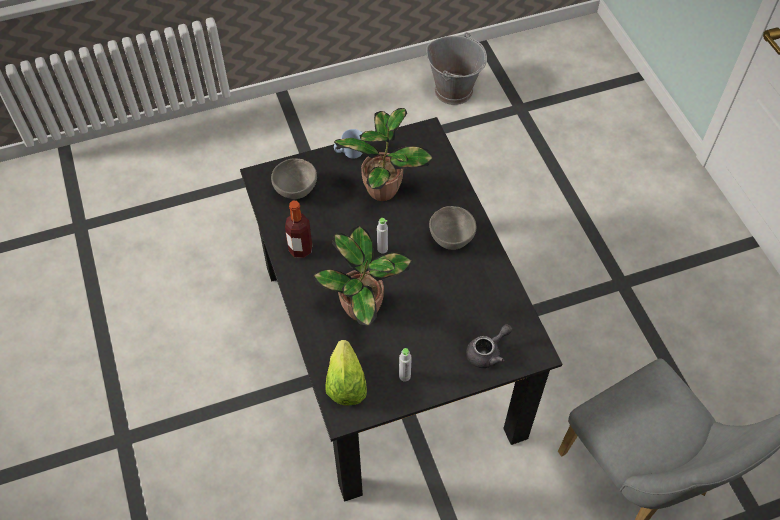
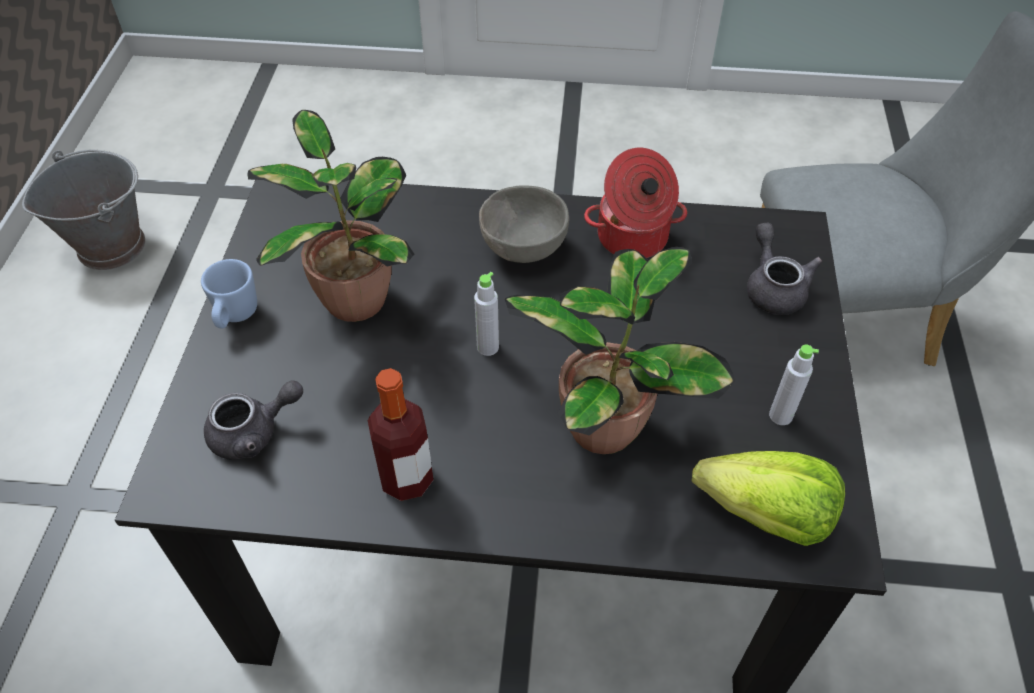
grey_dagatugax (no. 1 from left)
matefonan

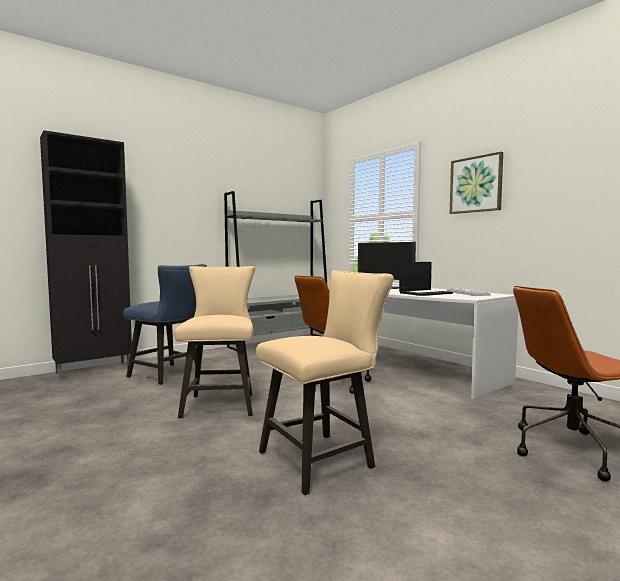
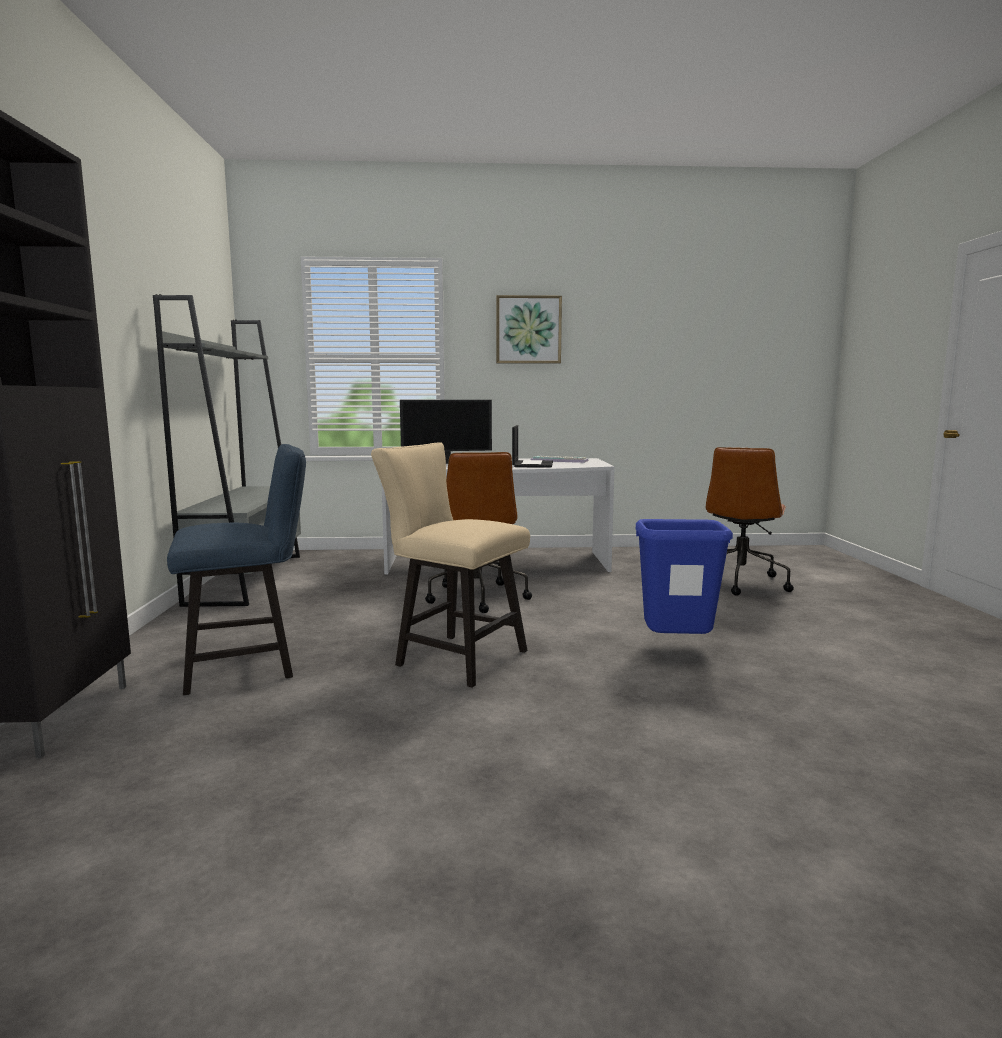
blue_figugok

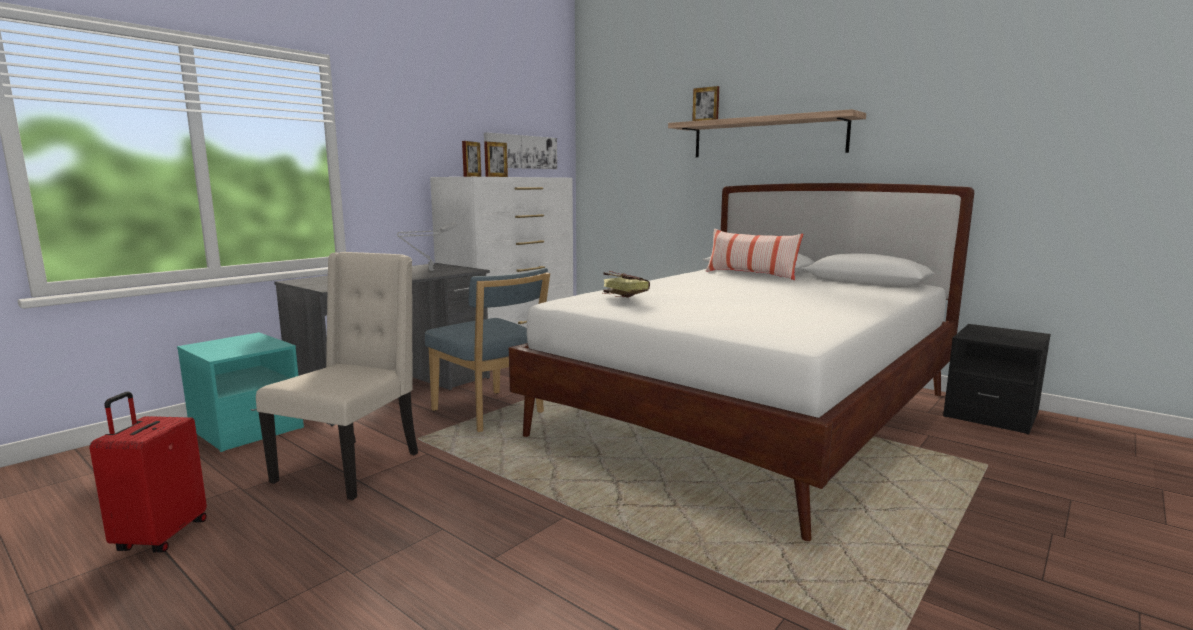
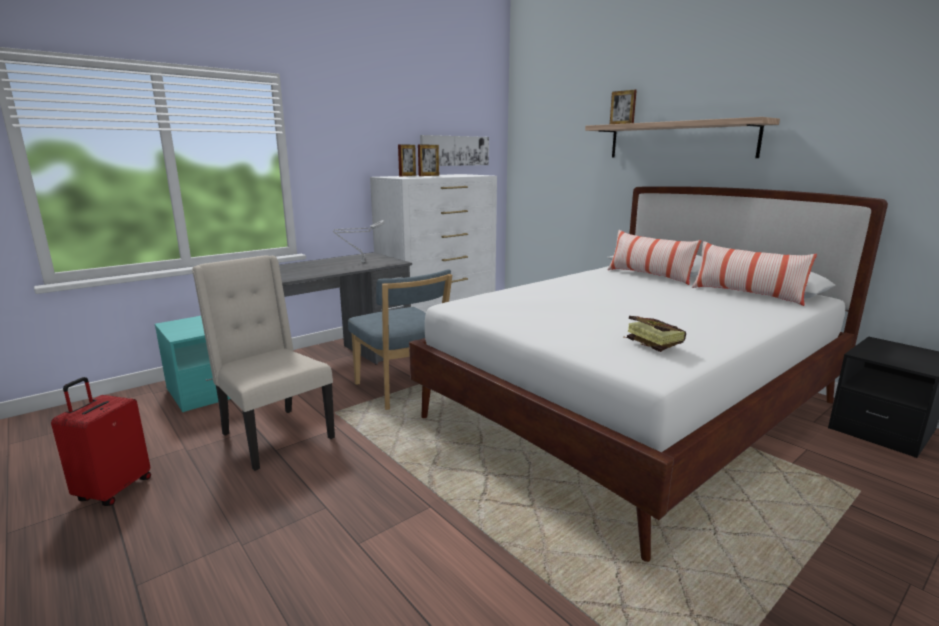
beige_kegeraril
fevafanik
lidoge (no. 2 from left)

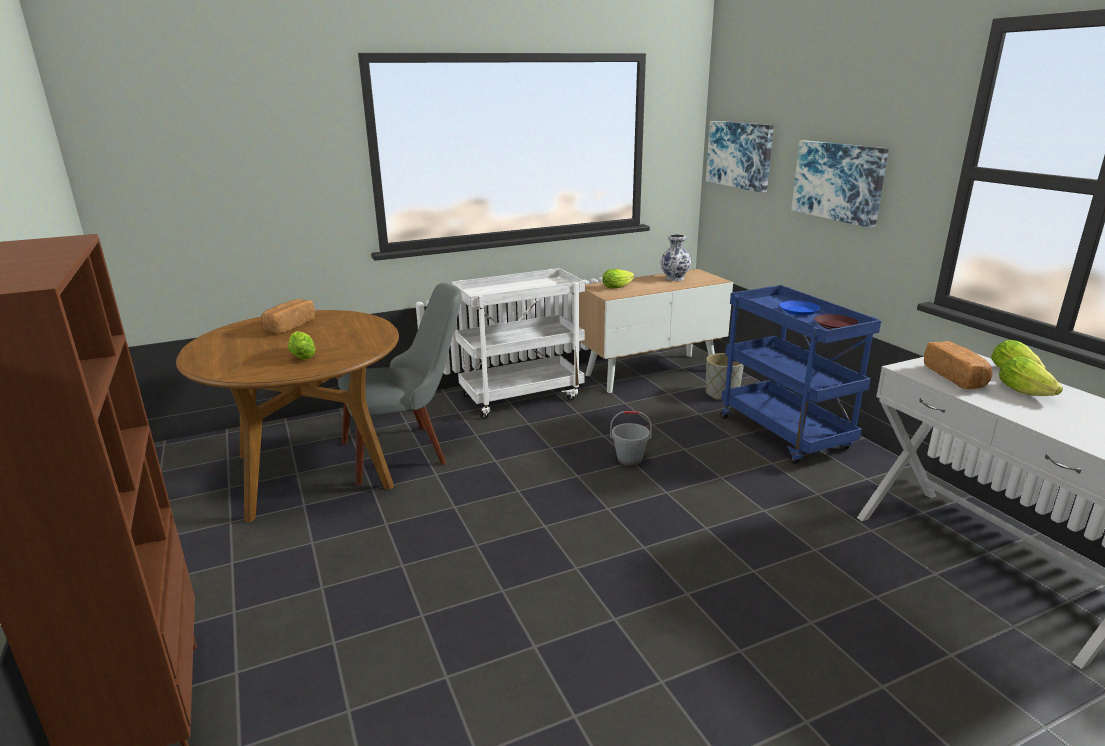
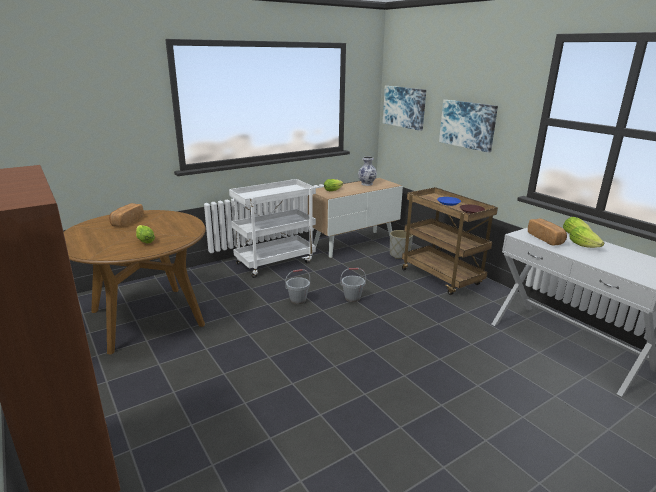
grey_kegeraril
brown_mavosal
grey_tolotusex (no. 1 from left)

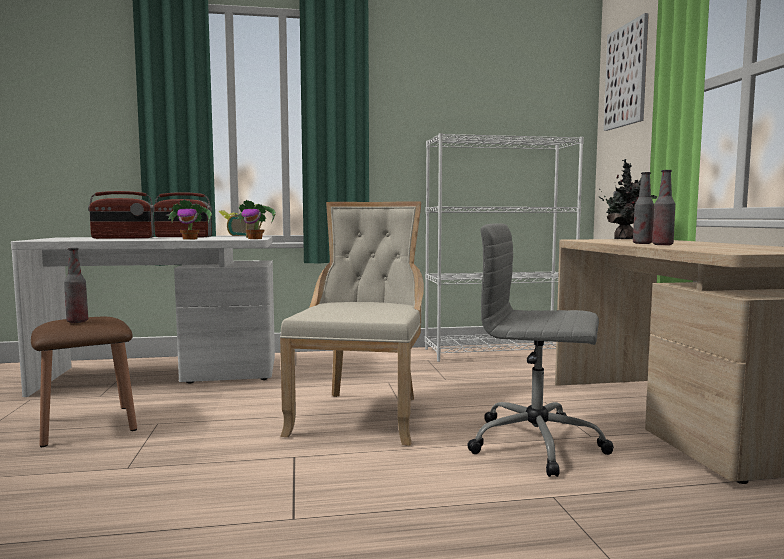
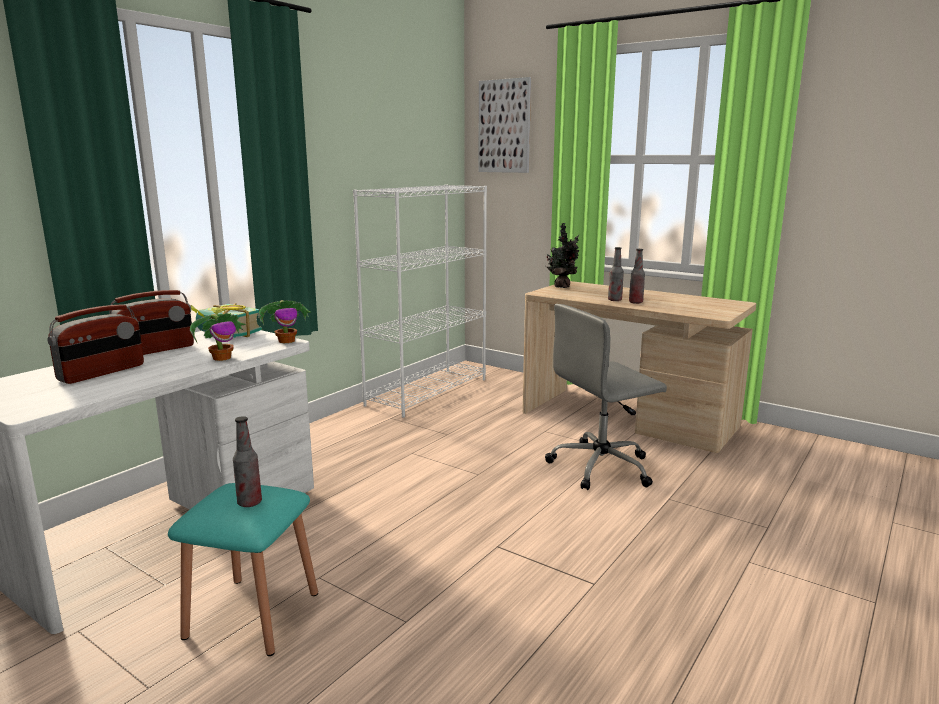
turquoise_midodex
beige_kegeraril

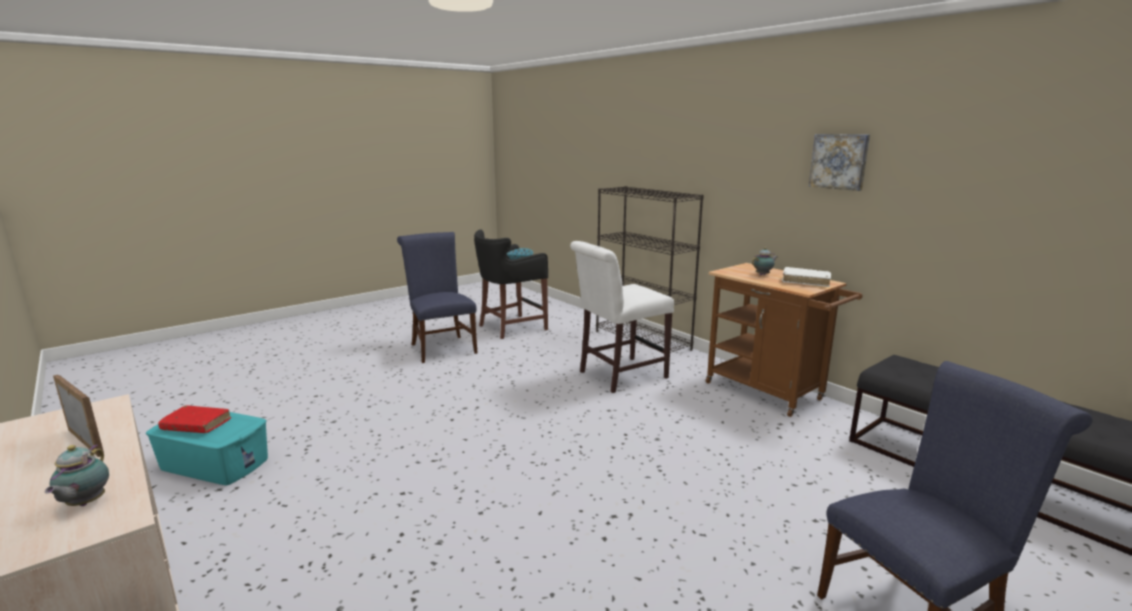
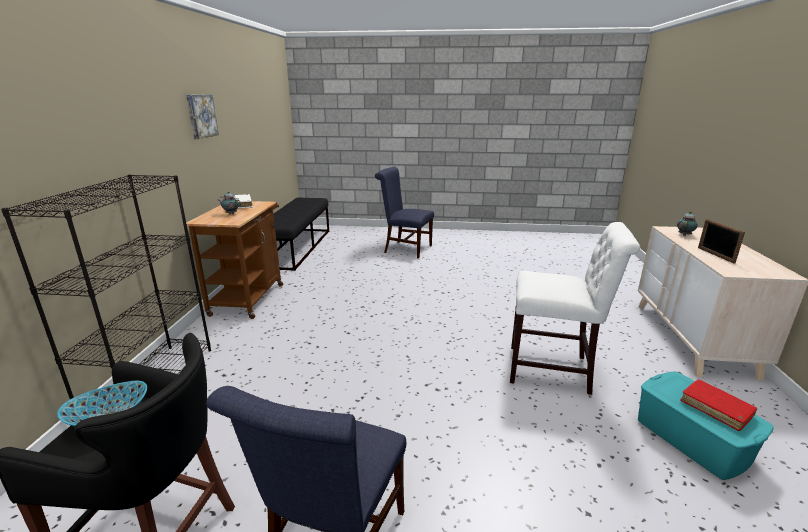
white_kegeraril

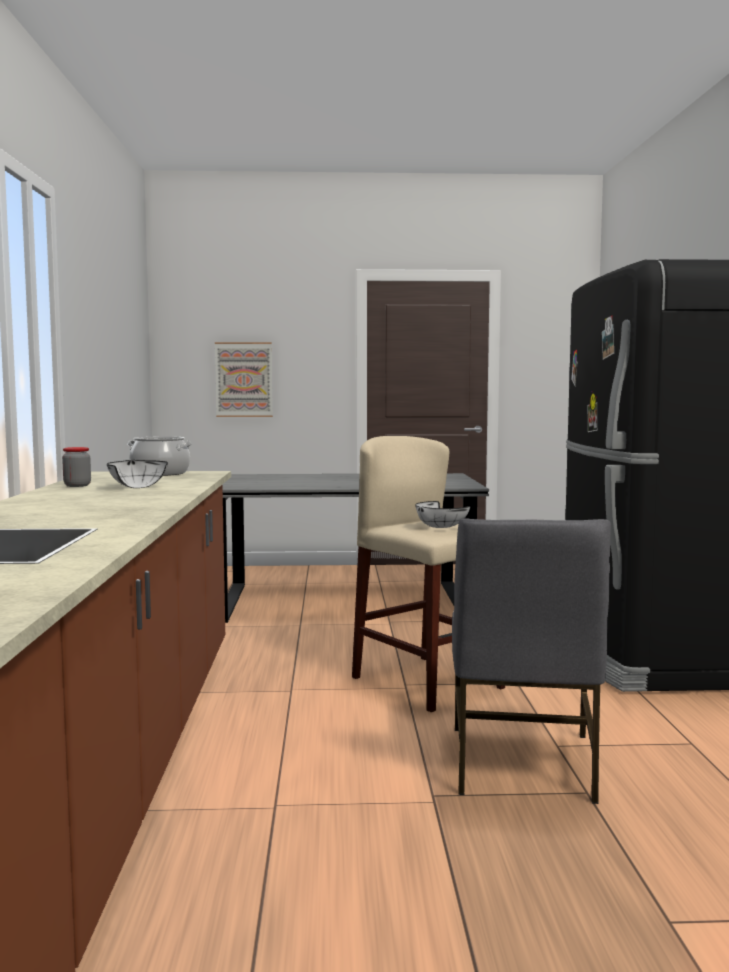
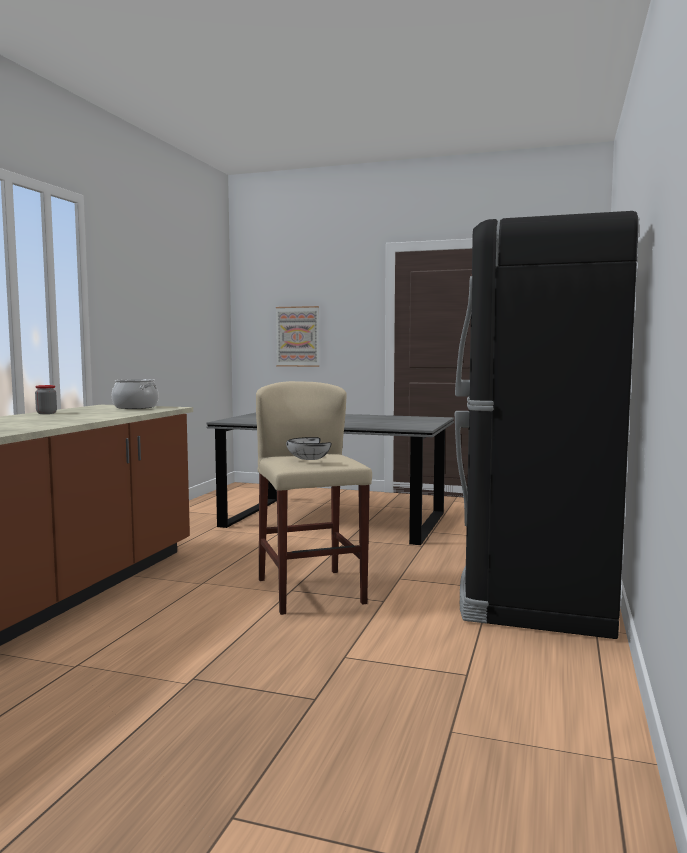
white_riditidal (no. 1 from left in the first image)
grey_kegeraril

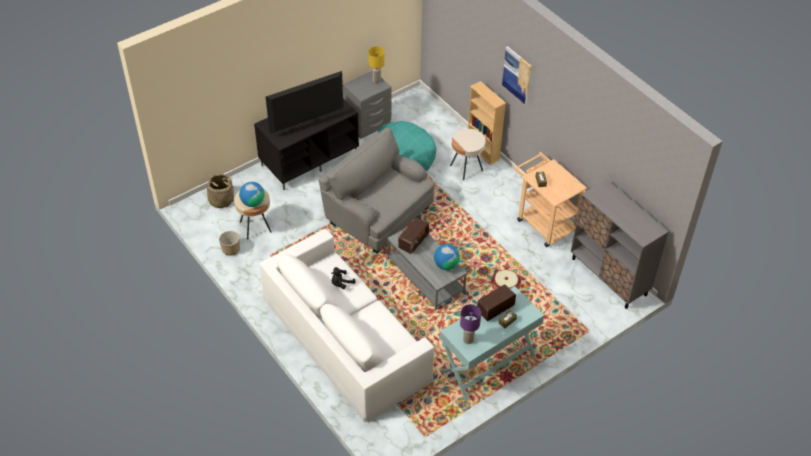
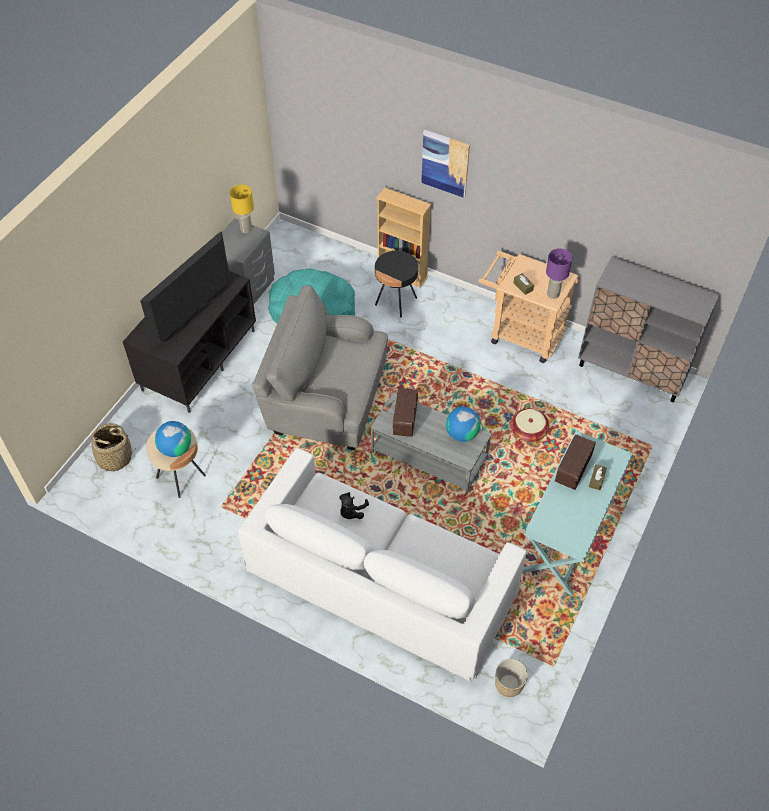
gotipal
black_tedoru
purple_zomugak

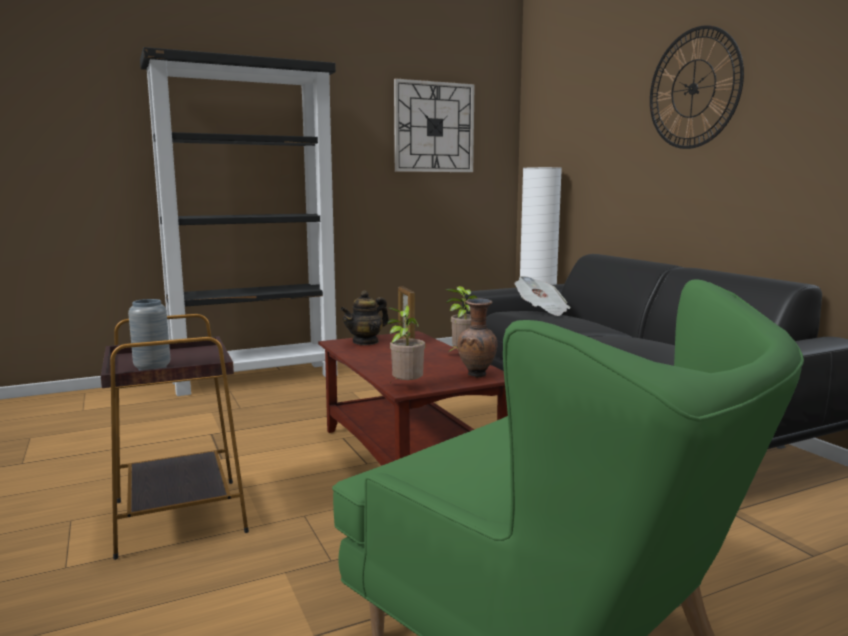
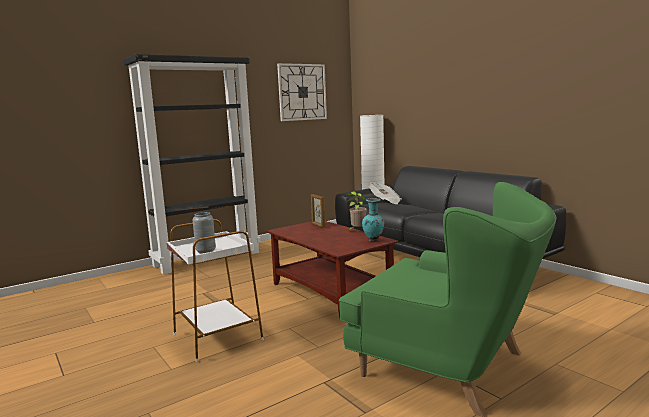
white_tedoru
dagatugax
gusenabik (no. 1 from left in the first image)
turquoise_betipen
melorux (no. 2 from left in the first image)

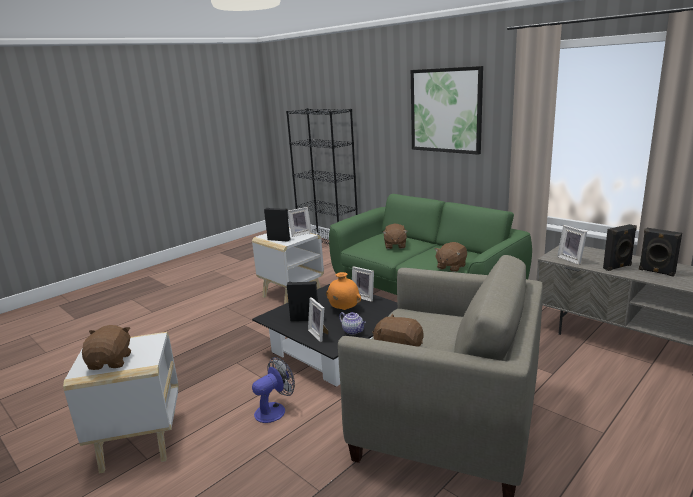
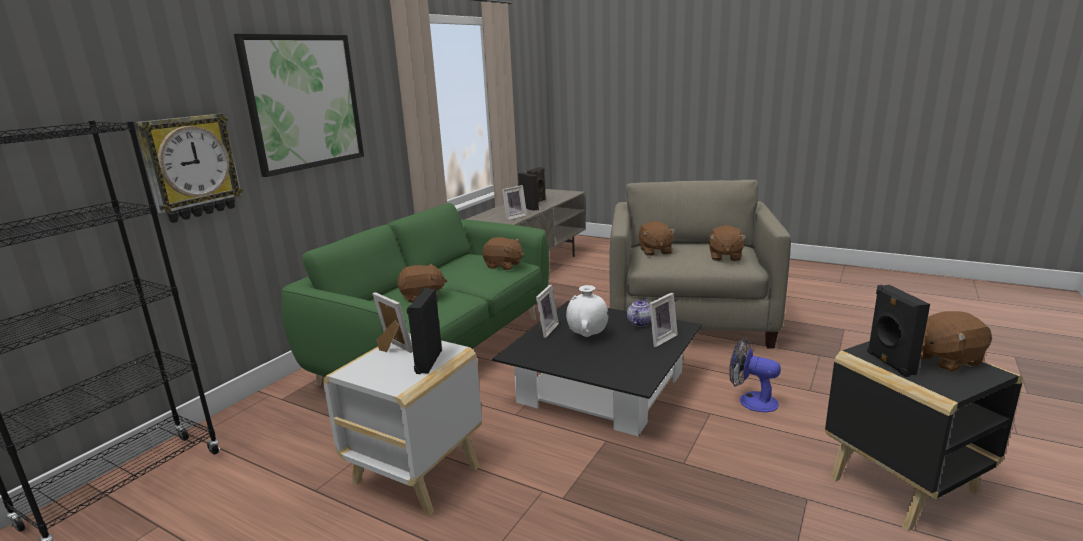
black_tedoru
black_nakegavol (no. 4 from left)
white_betipen
melorux
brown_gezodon (no. 3 from left)

